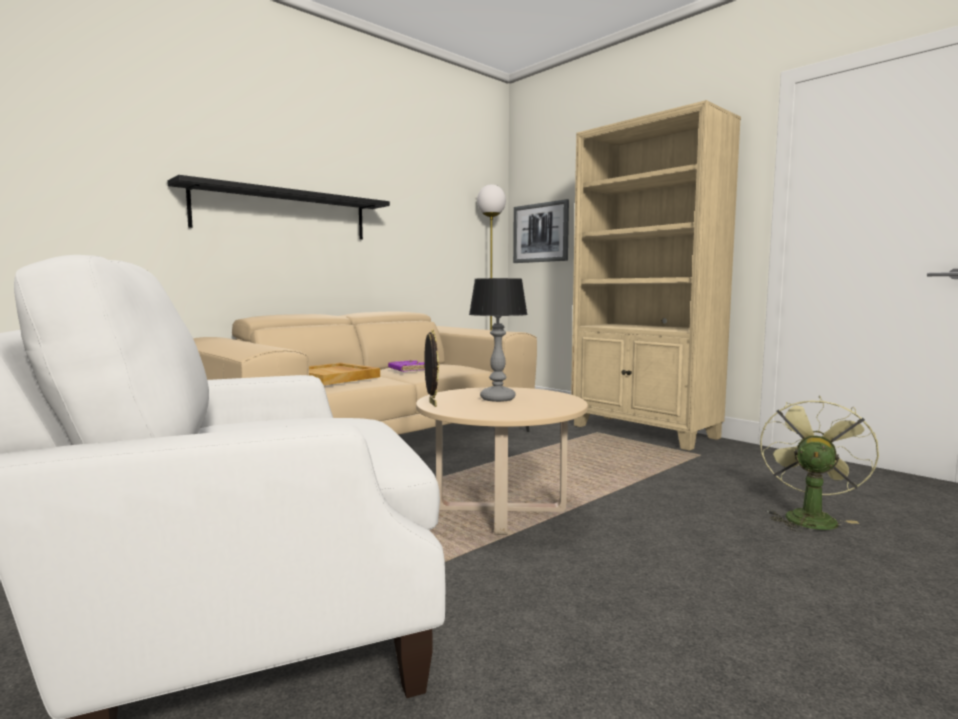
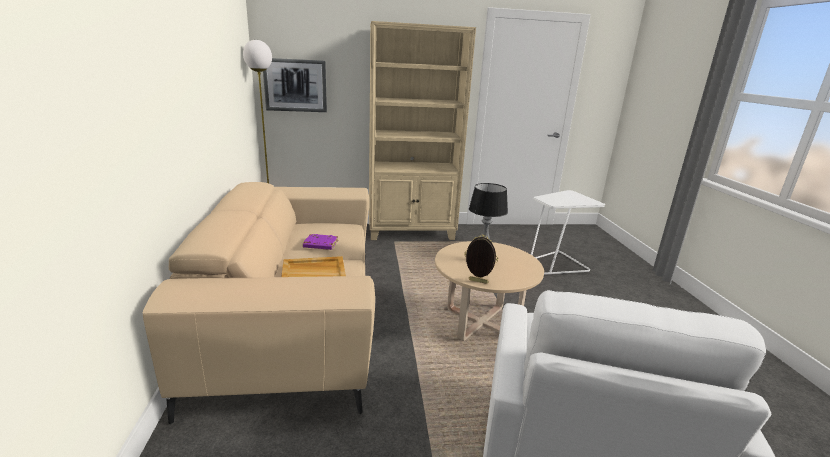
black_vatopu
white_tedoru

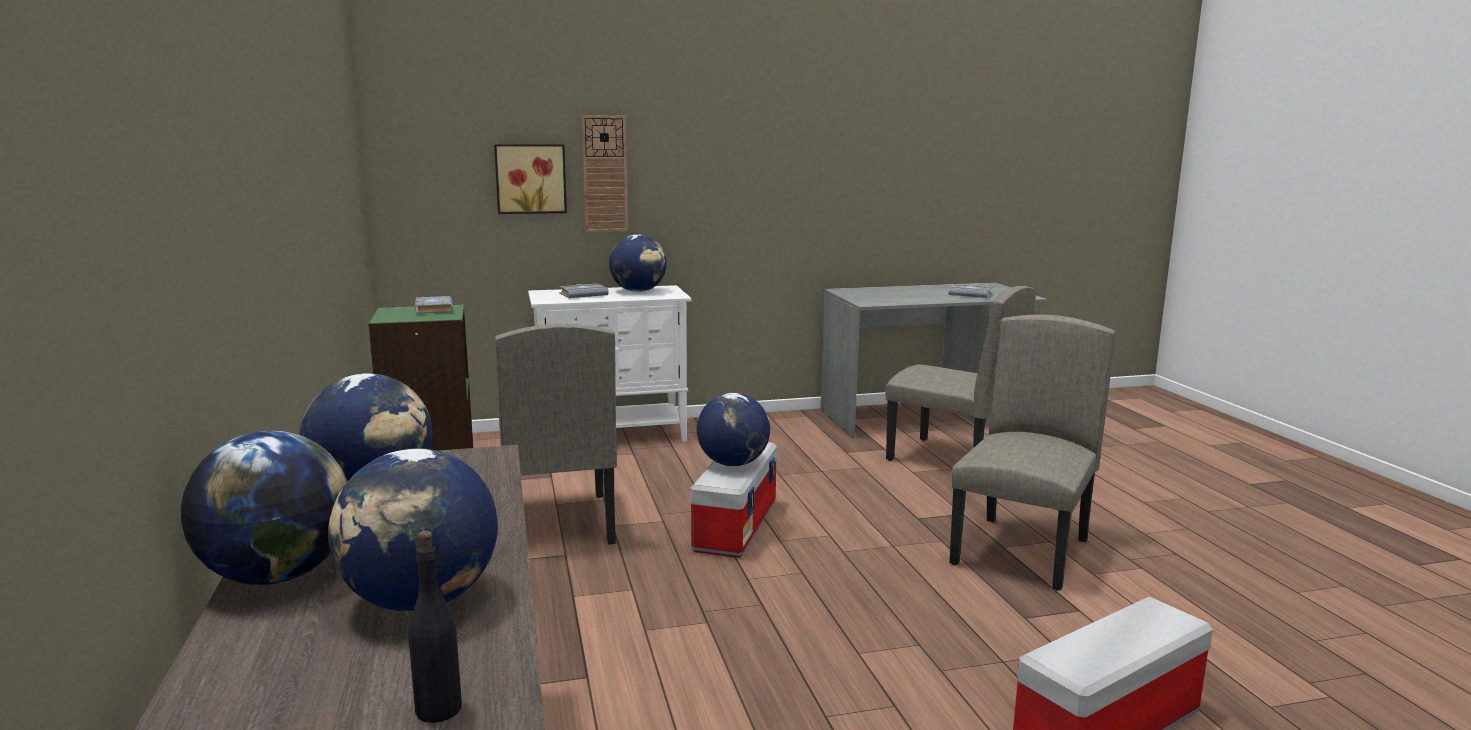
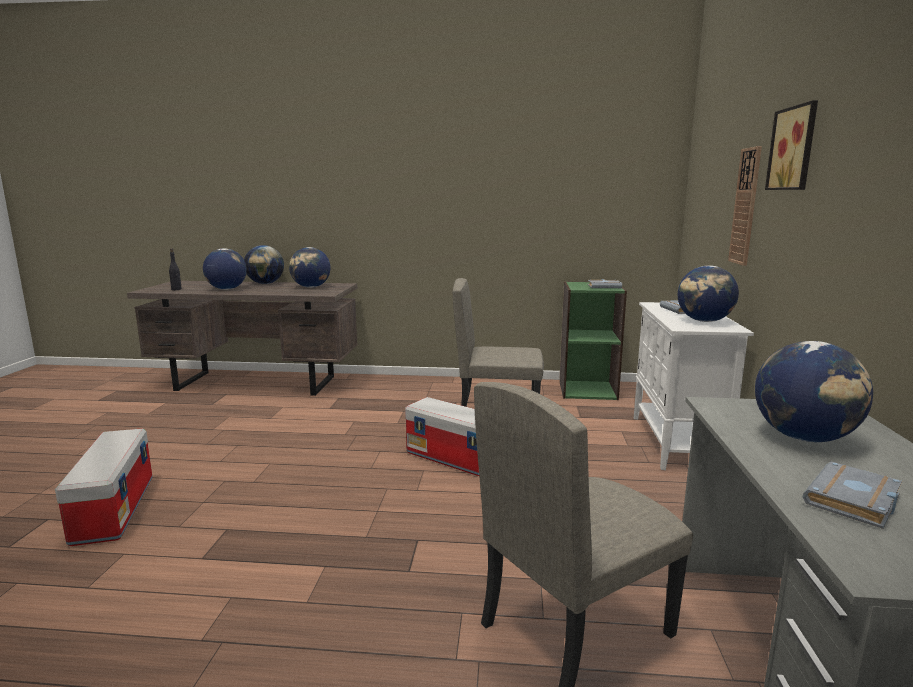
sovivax
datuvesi (no. 5 from left)
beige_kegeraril (no. 3 from left in the first image)

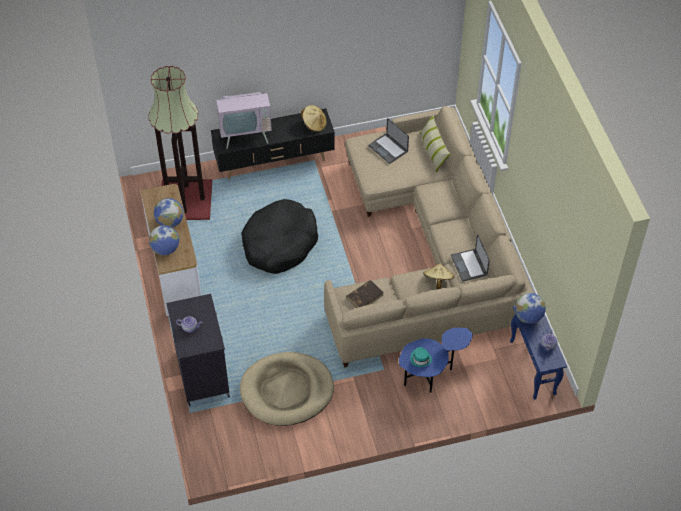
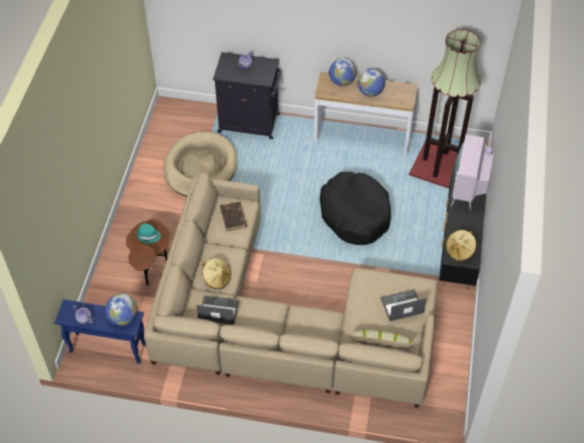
brown_tedoru

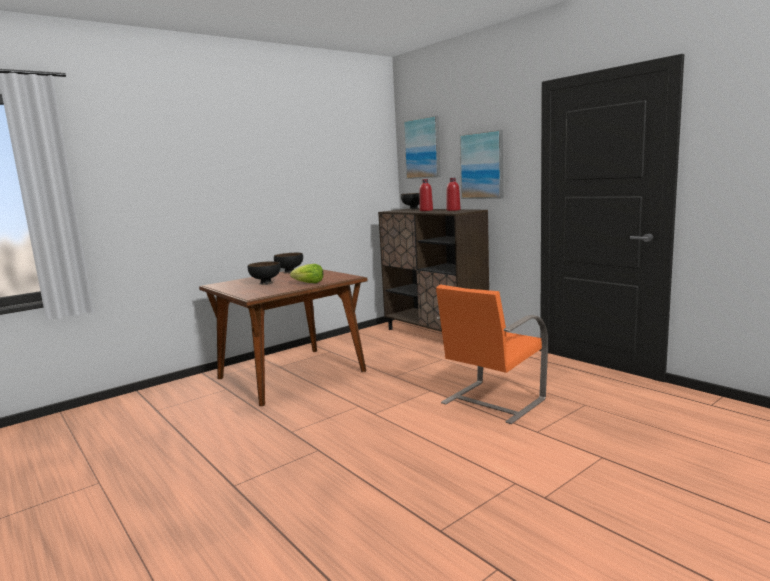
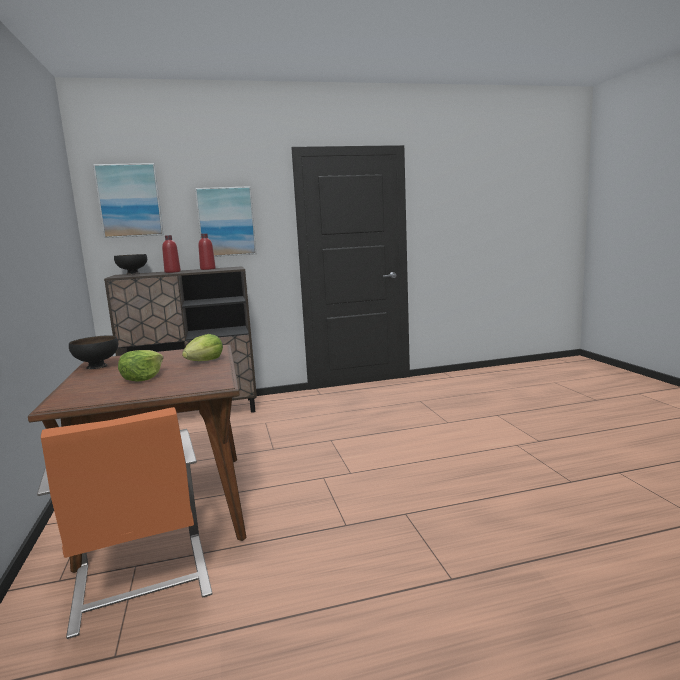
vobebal (no. 1 from left)
orange_kegeraril

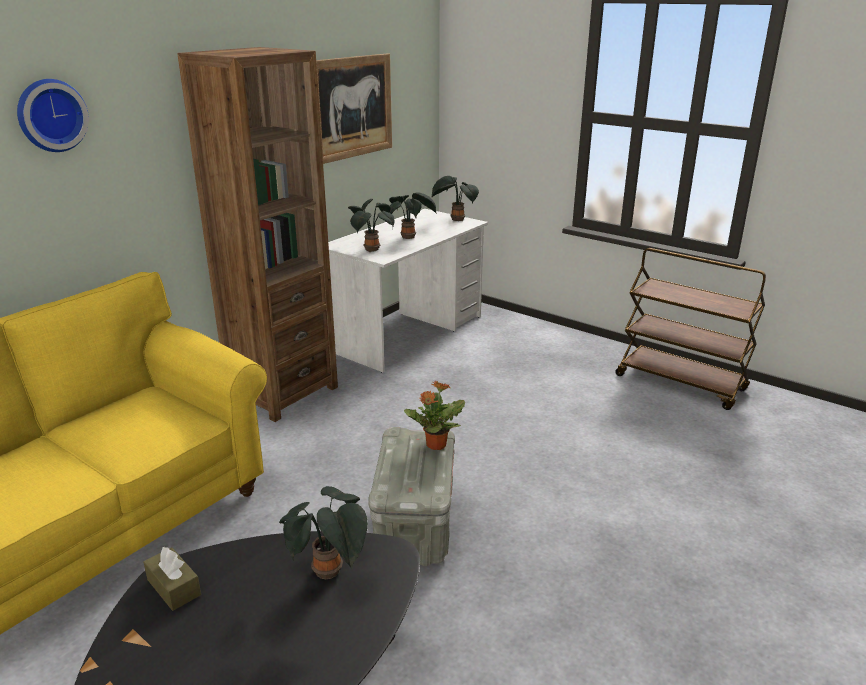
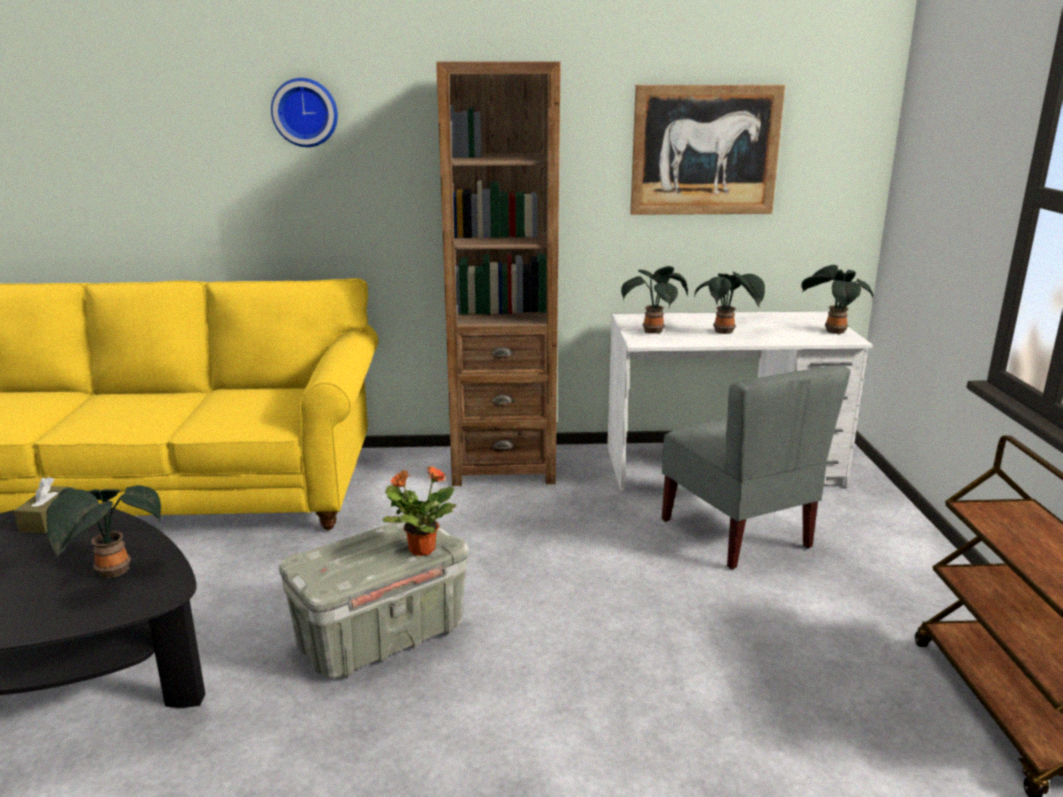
grey_kegeraril

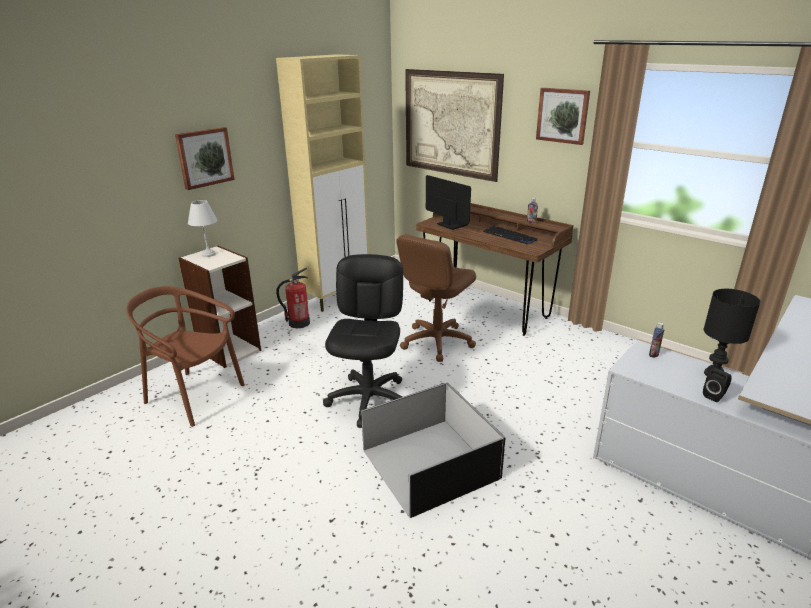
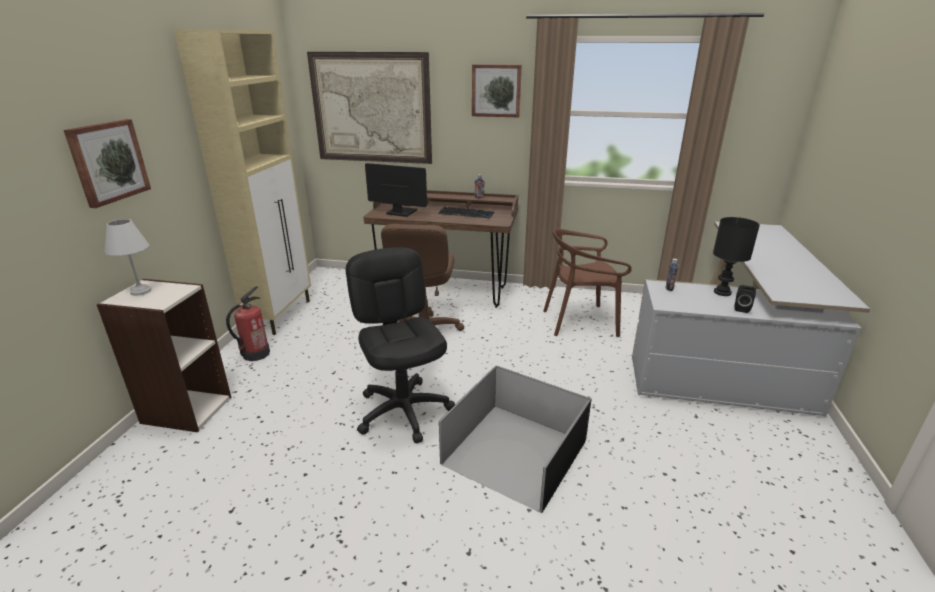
brown_kegeraril

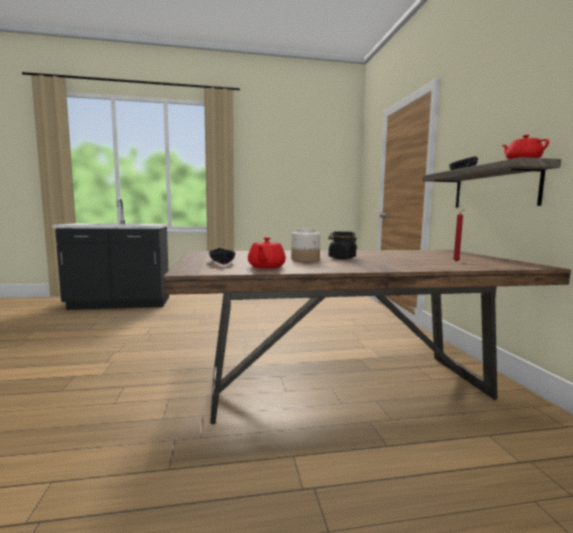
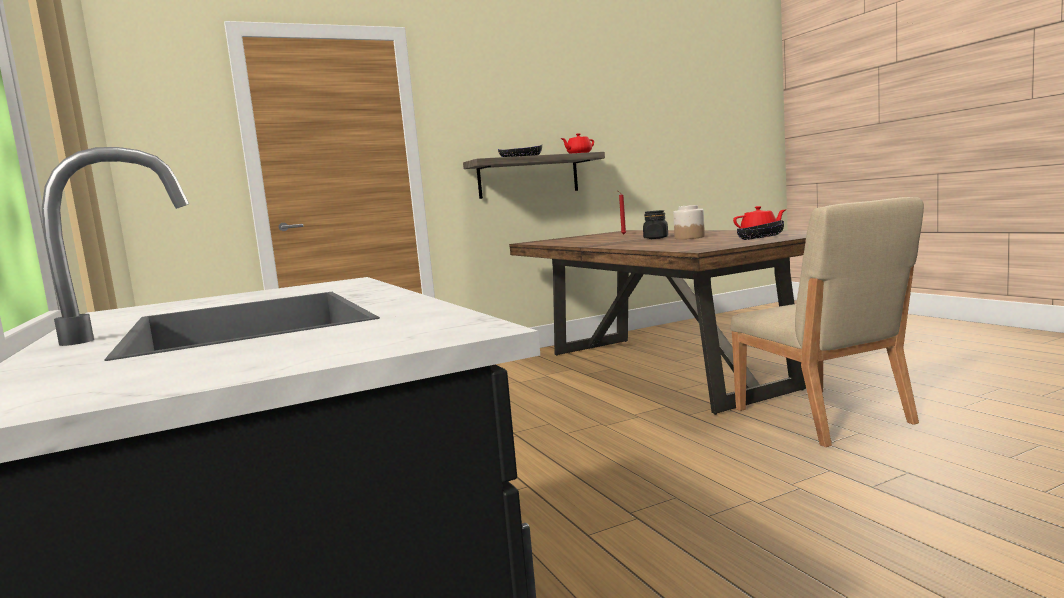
beige_kegeraril

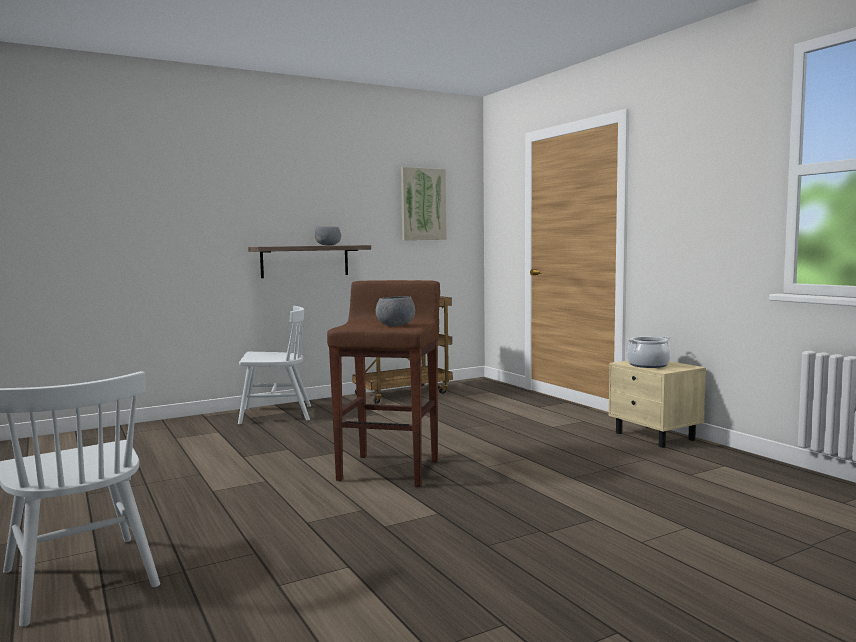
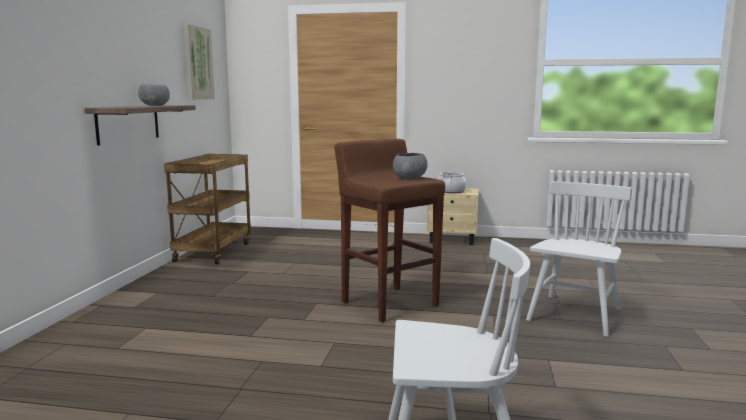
white_kegeraril (no. 2 from left)

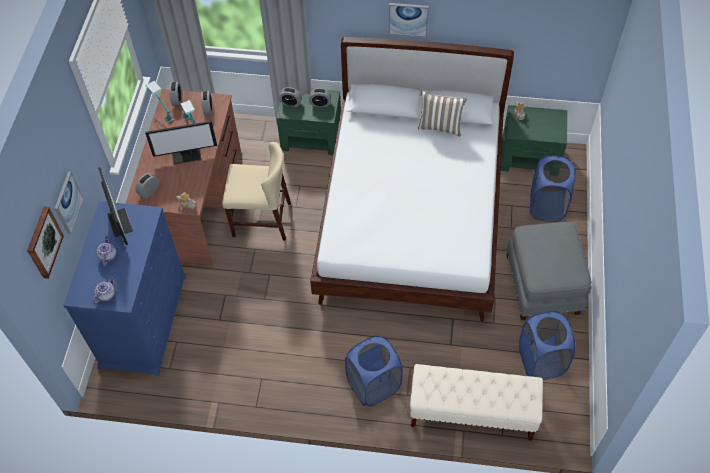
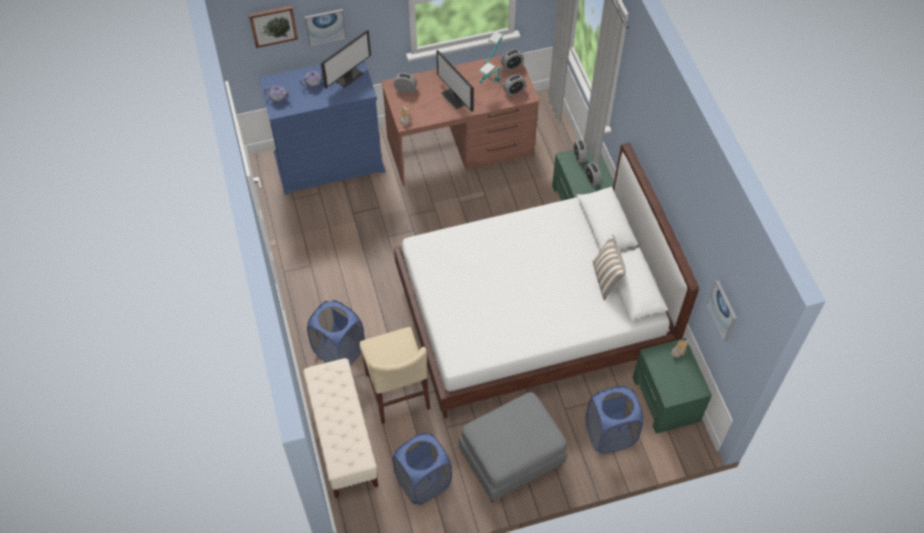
beige_kegeraril
sovivax (no. 3 from left)

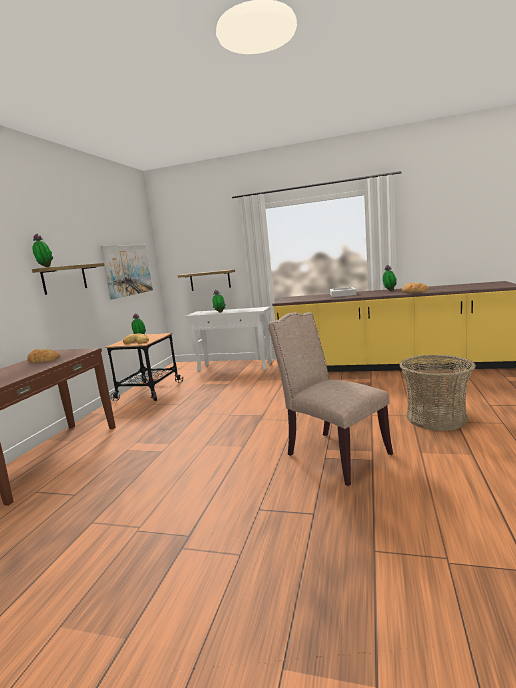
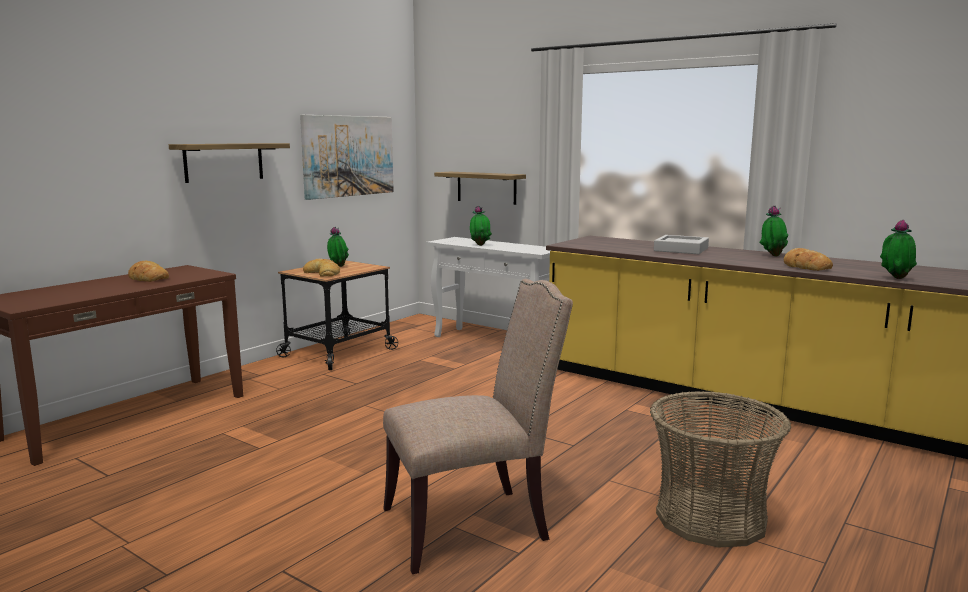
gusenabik (no. 4 from left)
beige_kegeraril

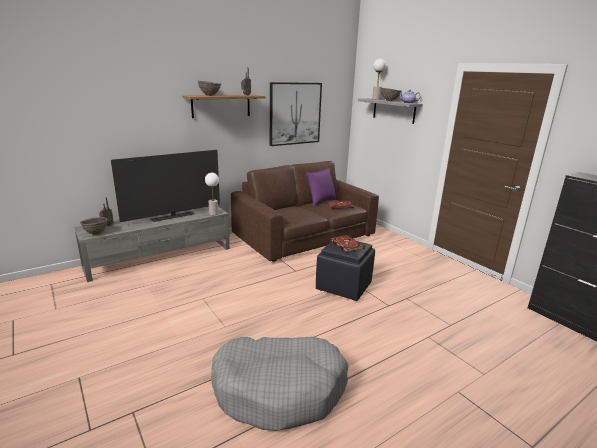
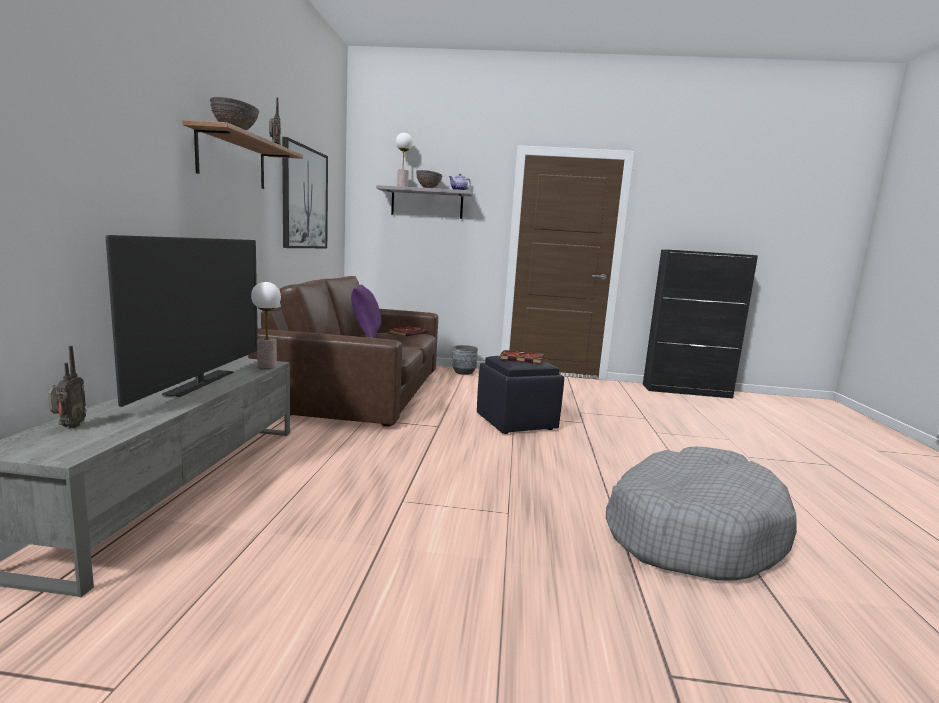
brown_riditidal (no. 1 from left in the first image)
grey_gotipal

